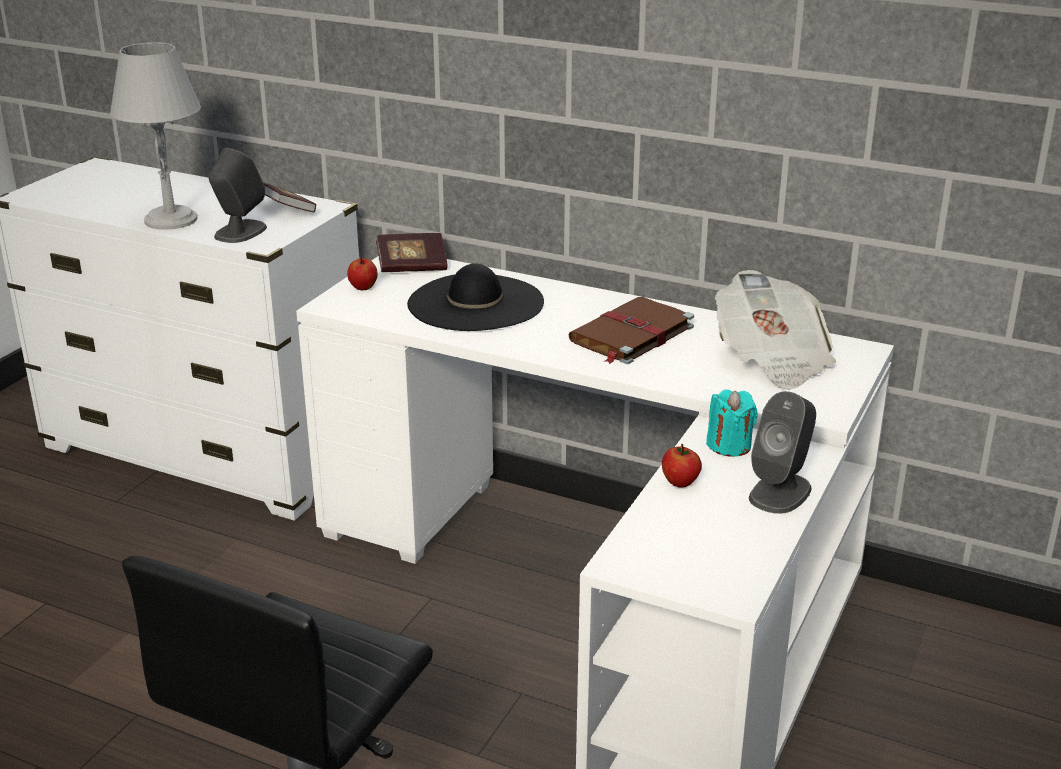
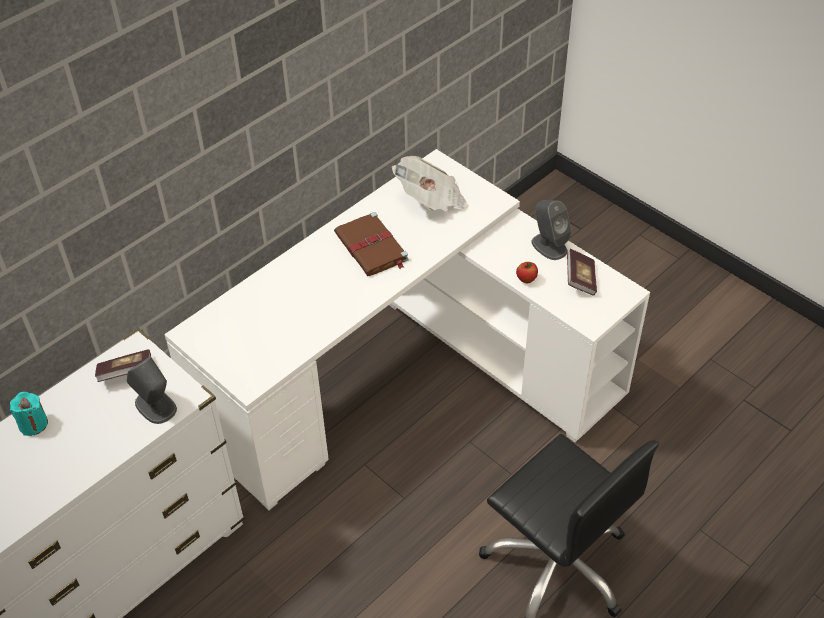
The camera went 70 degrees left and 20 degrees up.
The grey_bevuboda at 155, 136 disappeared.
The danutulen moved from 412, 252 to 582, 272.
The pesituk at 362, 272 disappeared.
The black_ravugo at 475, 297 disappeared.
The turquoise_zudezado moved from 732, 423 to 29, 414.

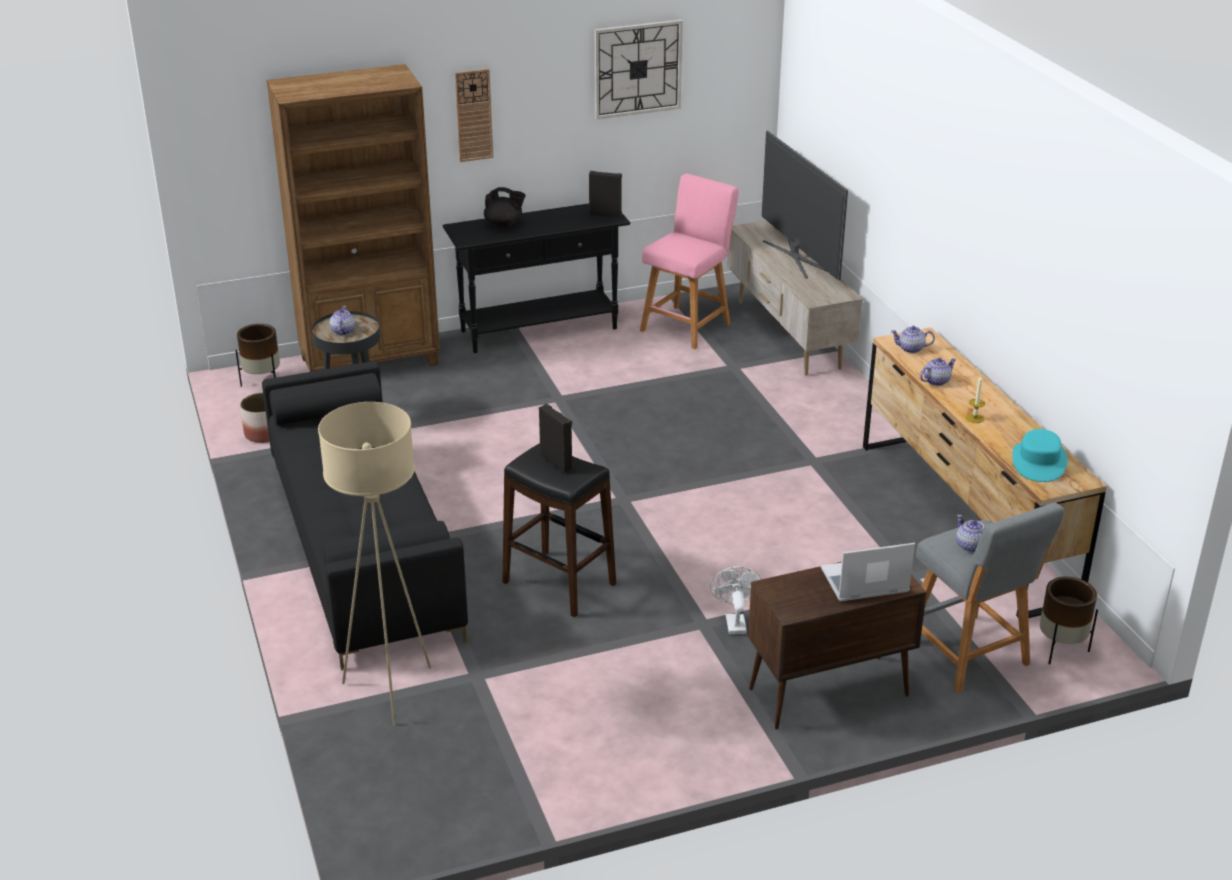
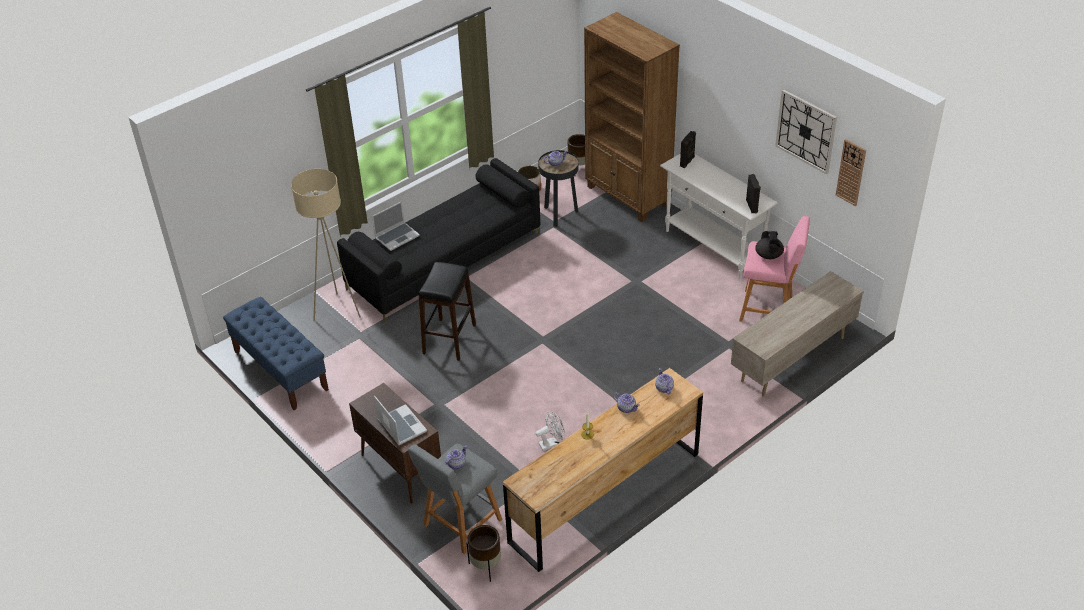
The camera went 70 degrees right and 10 degrees up.
The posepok moved from 474, 115 to 851, 172.
The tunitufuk at 805, 205 disappeared.
The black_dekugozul moved from 504, 207 to 769, 245.
The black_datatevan at 537, 278 became the white_datatevan at 719, 216.
The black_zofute moved from 556, 438 to 688, 149.
The turquoise_ravugo at 1039, 455 disappeared.
The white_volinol moved from 736, 600 to 550, 431.
The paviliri at 396, 226 appeared.
The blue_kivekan at 276, 353 appeared.

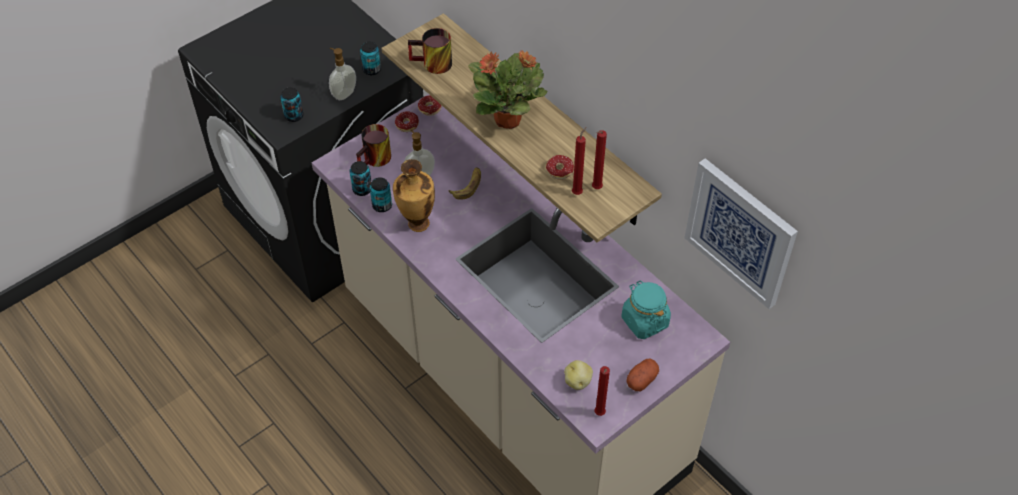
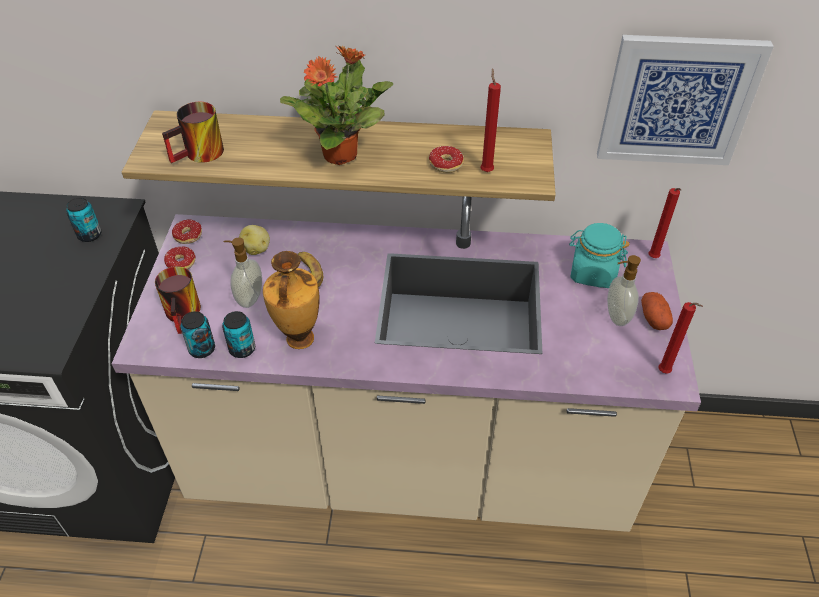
The camera went 45 degrees left and 5 degrees down.
The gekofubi moved from 342, 74 to 624, 290.
The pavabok at 291, 104 disappeared.
The red_zudezado moved from 599, 159 to 664, 223.
The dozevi moved from 578, 375 to 254, 240.

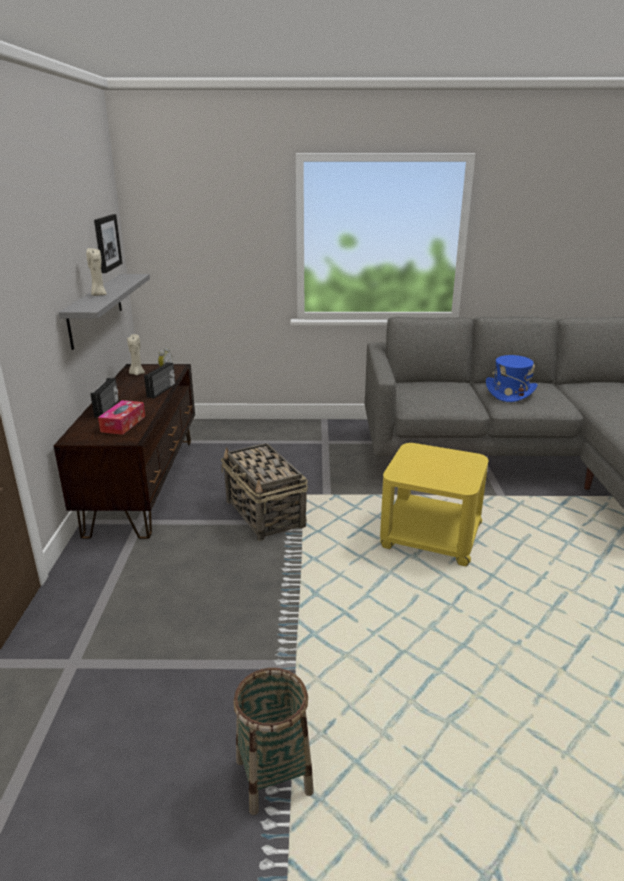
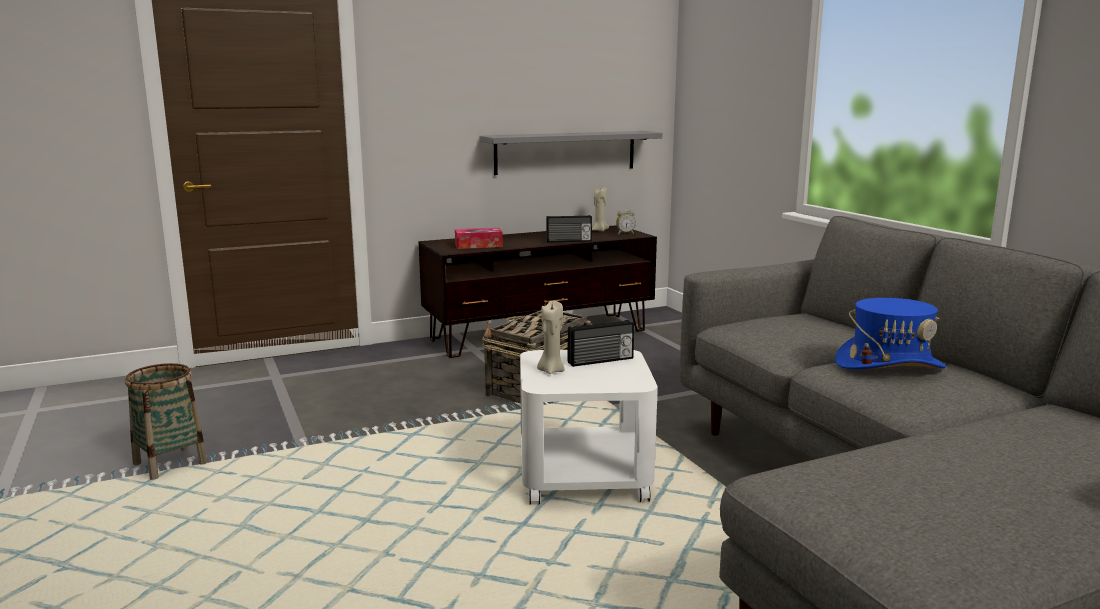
The camera went 65 degrees right and 10 degrees down.
The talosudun at 108, 243 disappeared.
The beige_zudezado moved from 96, 272 to 551, 337.
The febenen moved from 105, 398 to 601, 343.
The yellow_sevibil at 434, 504 became the white_sevibil at 589, 427.

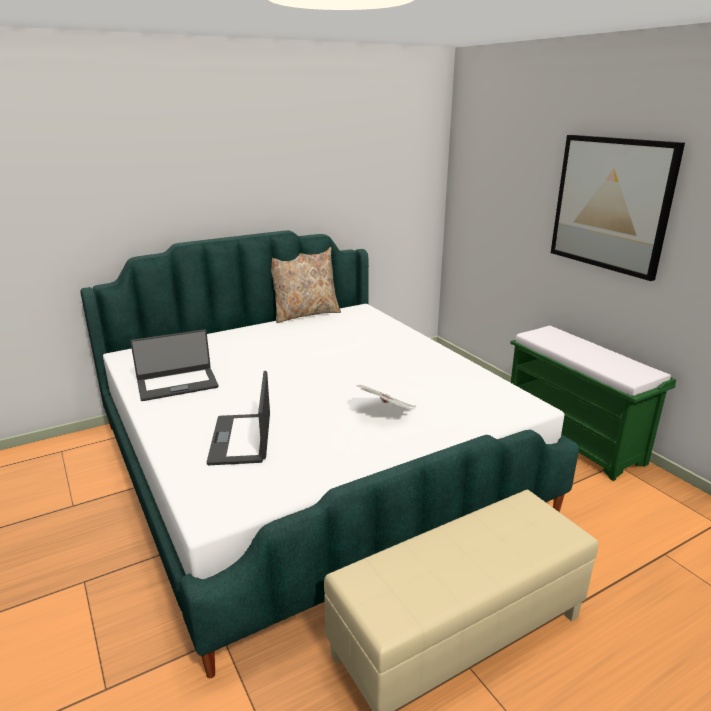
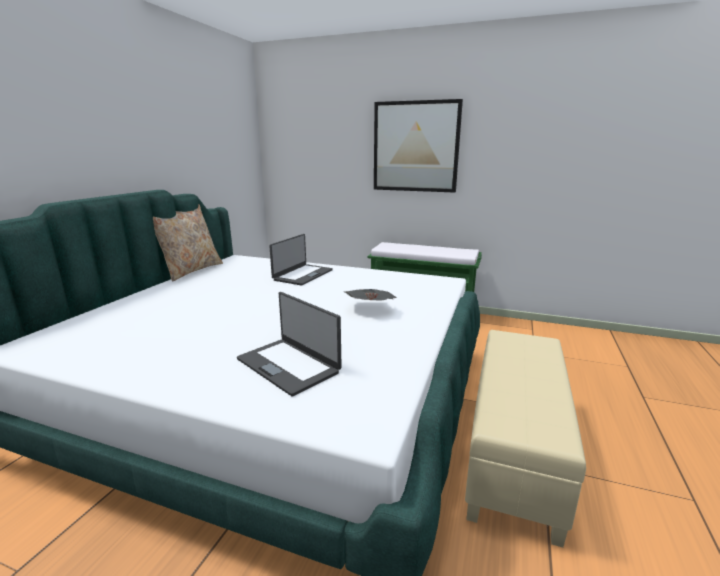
The camera went 40 degrees left and 5 degrees down.
The paviliri moved from 174, 365 to 301, 260.

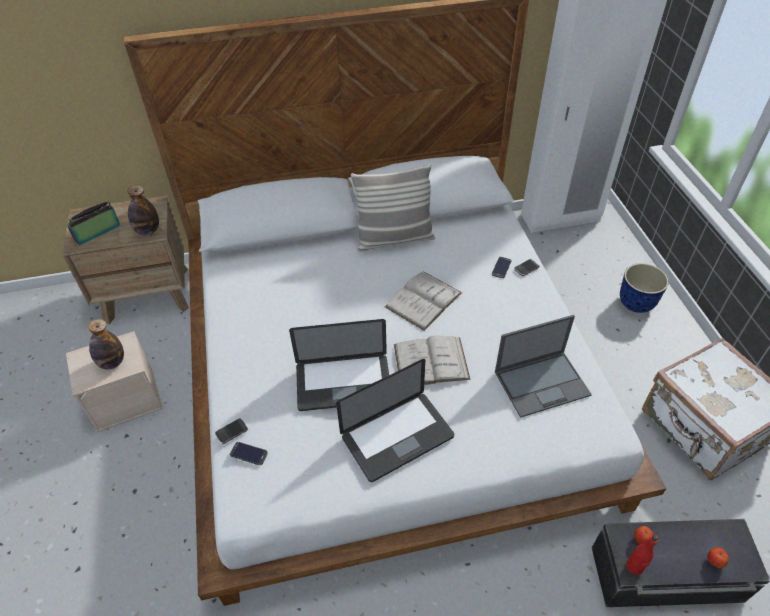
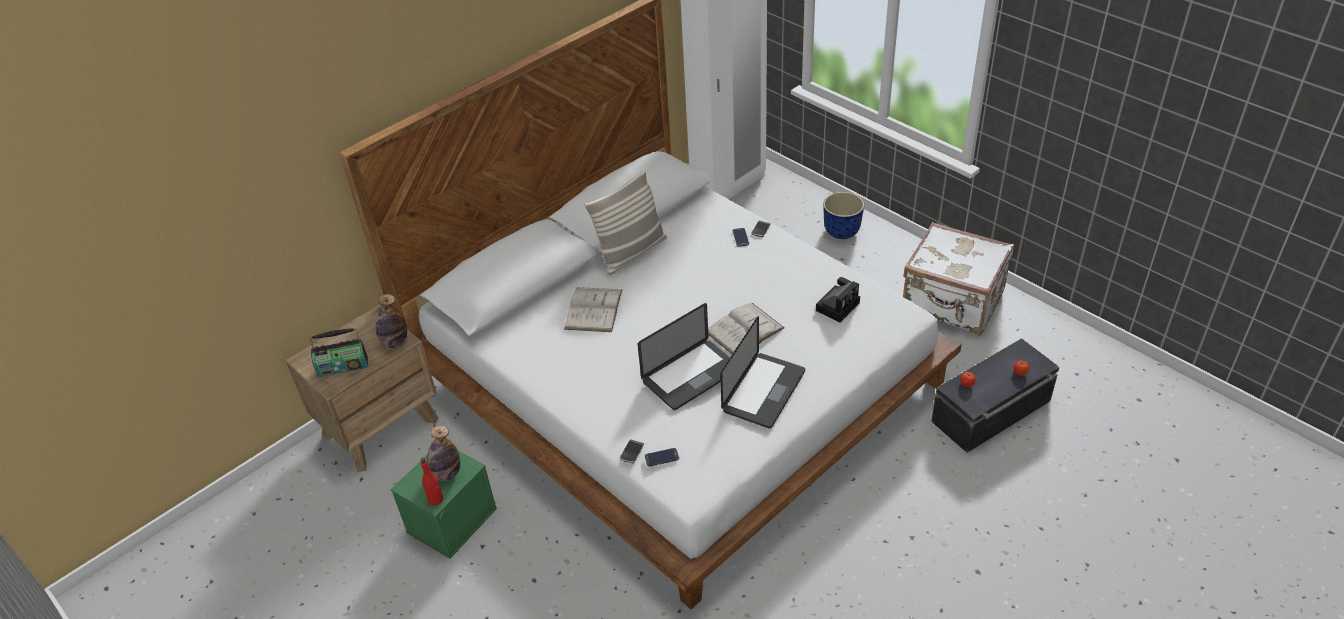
The camera went 30 degrees left and 5 degrees down.
The febenen at 94, 223 turned 120 degrees counterclockwise.
The white_danutulen moved from 423, 301 to 593, 309.
The paviliri at 543, 366 was replaced by the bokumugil at 838, 300.
The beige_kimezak at 114, 381 became the green_kimezak at 444, 505.
The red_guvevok moved from 642, 554 to 432, 482.

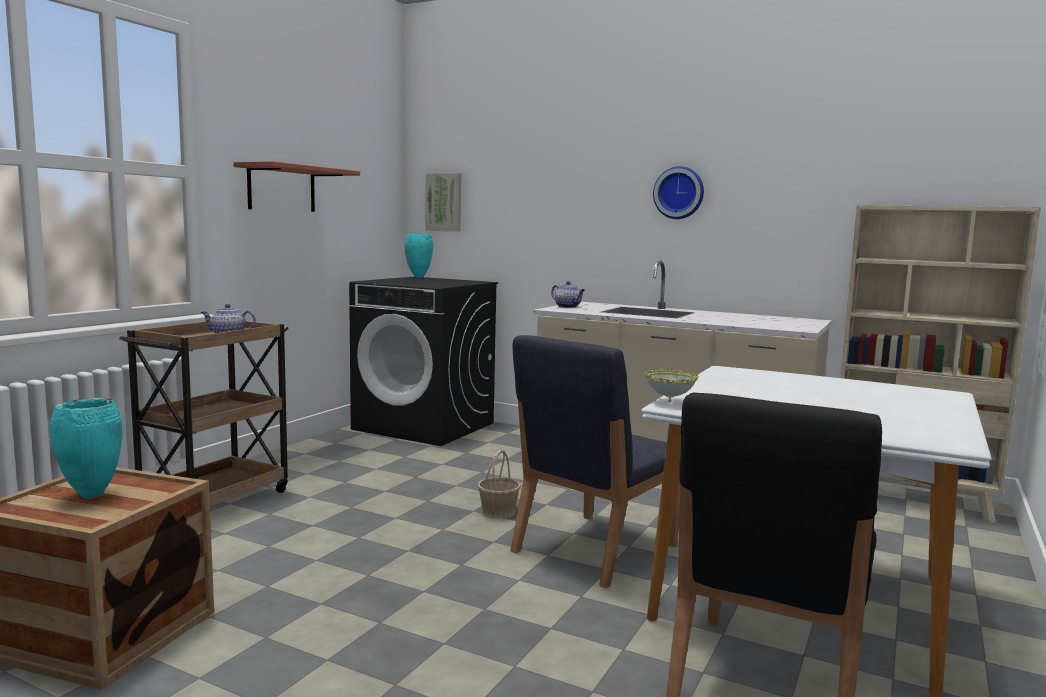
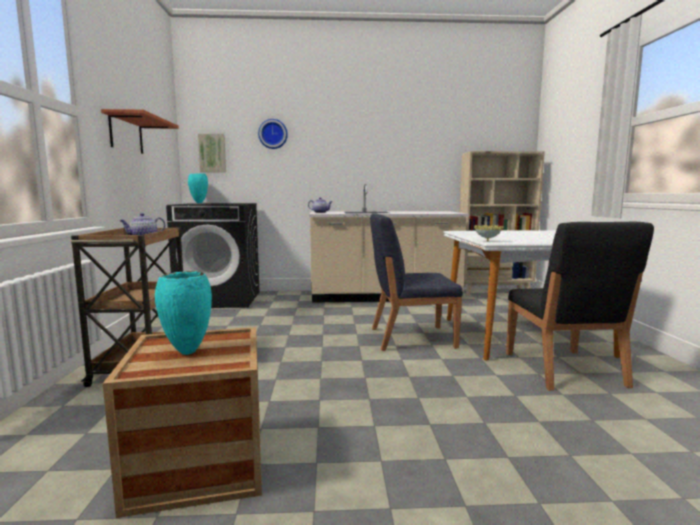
The camera went 30 degrees left and 0 degrees up.
The posepok moved from 678, 192 to 273, 134.
The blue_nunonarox at 595, 462 turned 75 degrees clockwise.
The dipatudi at 499, 484 disappeared.

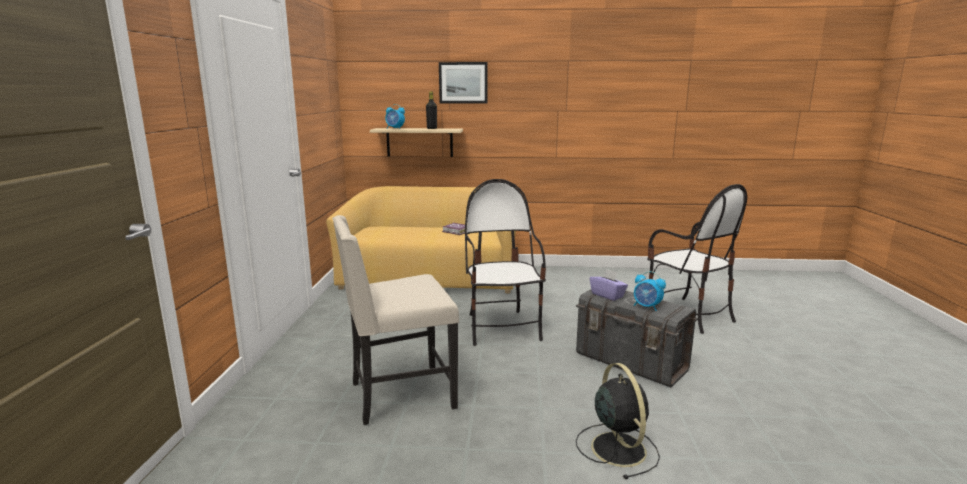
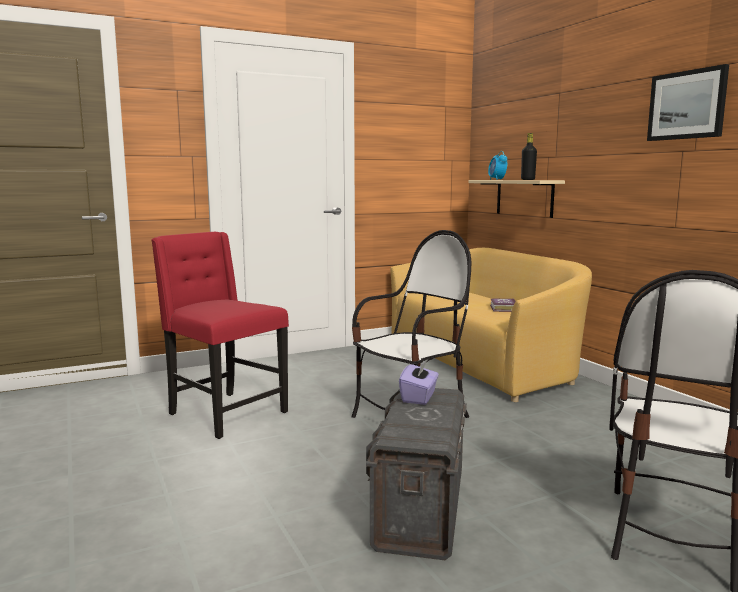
The camera went 60 degrees right and 5 degrees down.
The talosudun moved from 463, 82 to 688, 102.
The beige_nunonarox at 395, 320 became the red_nunonarox at 220, 335.
The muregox at 650, 291 disappeared.
The black_volinol at 618, 421 disappeared.

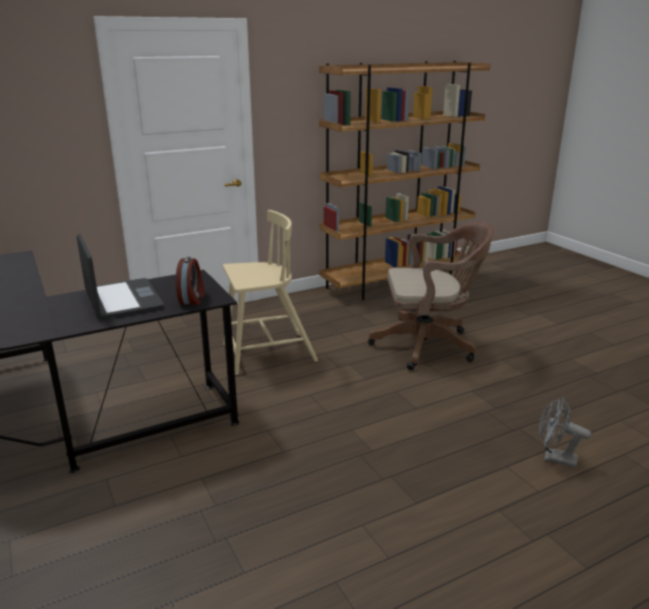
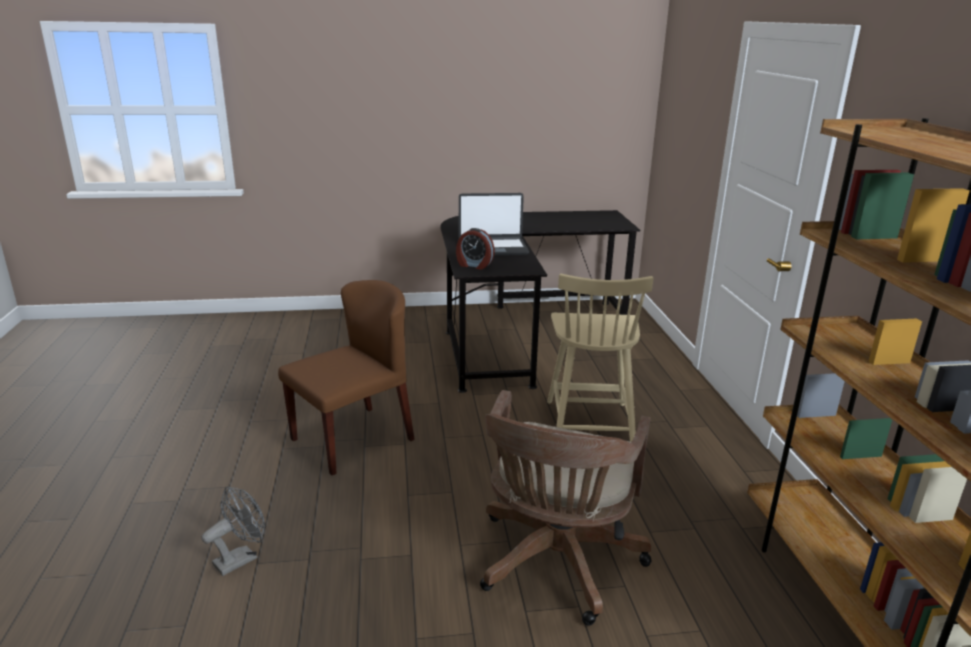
The camera went 110 degrees right and 0 degrees up.
The brown_nunonarox at 346, 377 appeared.

